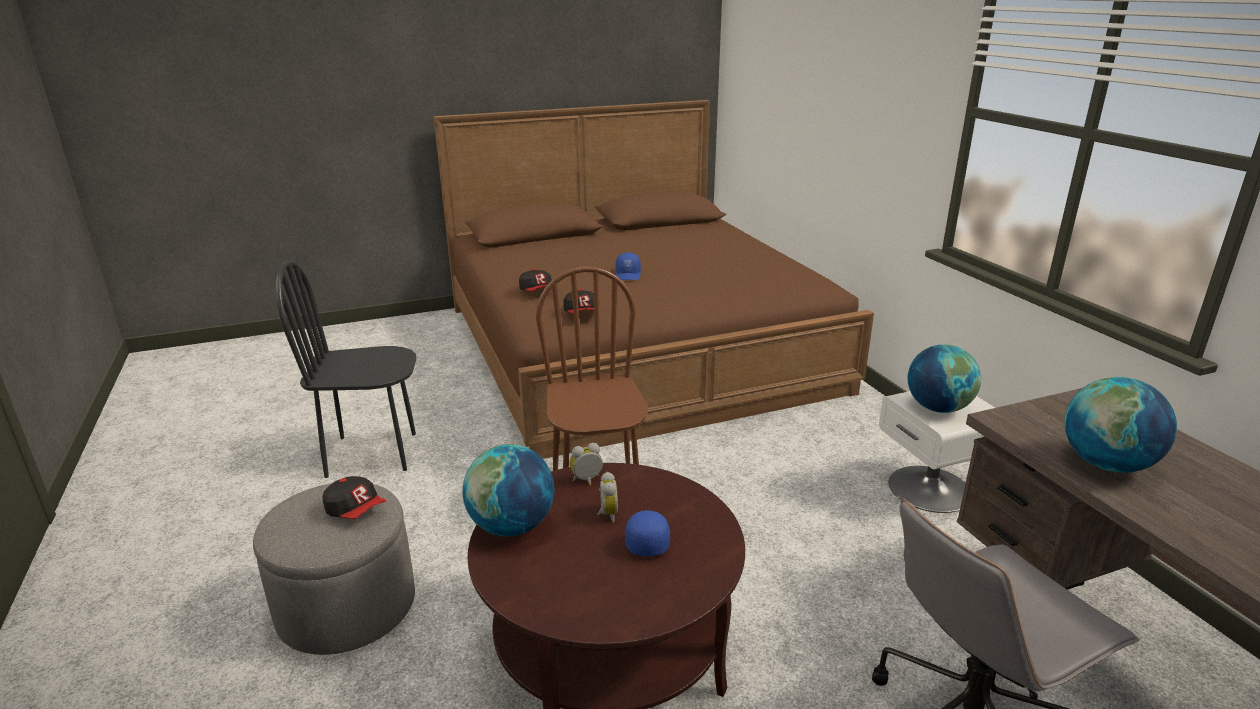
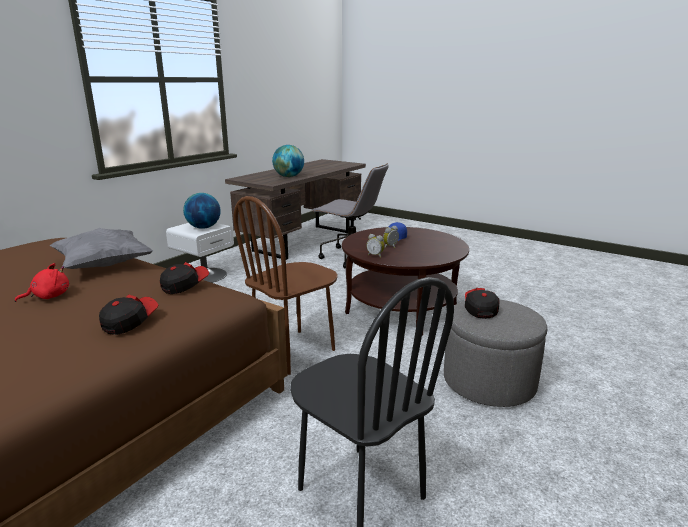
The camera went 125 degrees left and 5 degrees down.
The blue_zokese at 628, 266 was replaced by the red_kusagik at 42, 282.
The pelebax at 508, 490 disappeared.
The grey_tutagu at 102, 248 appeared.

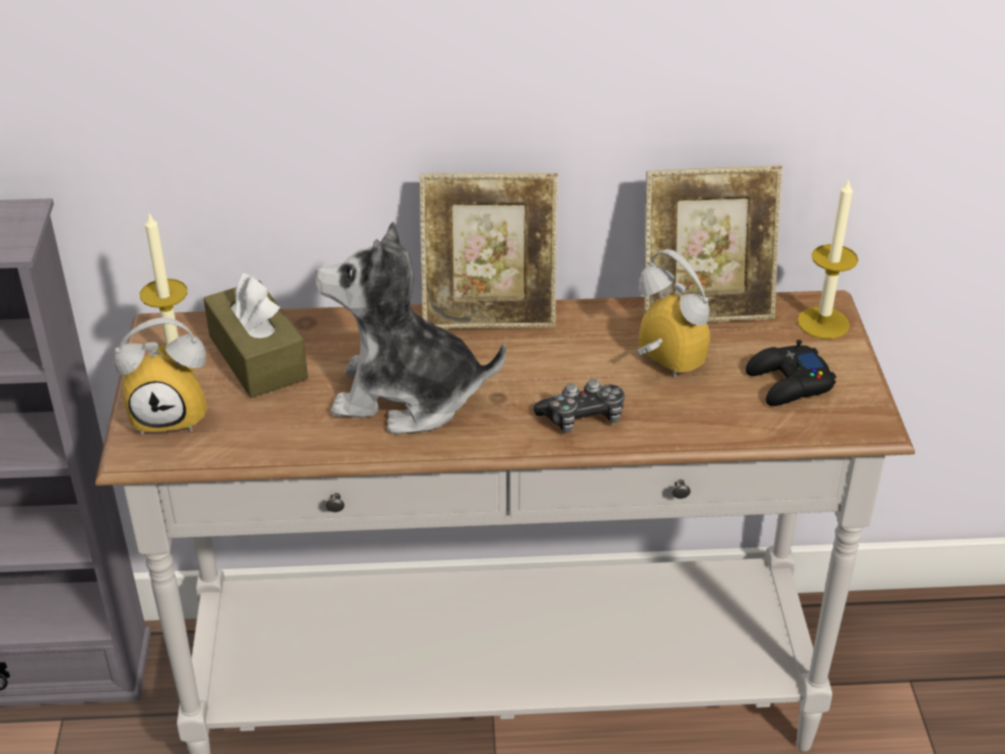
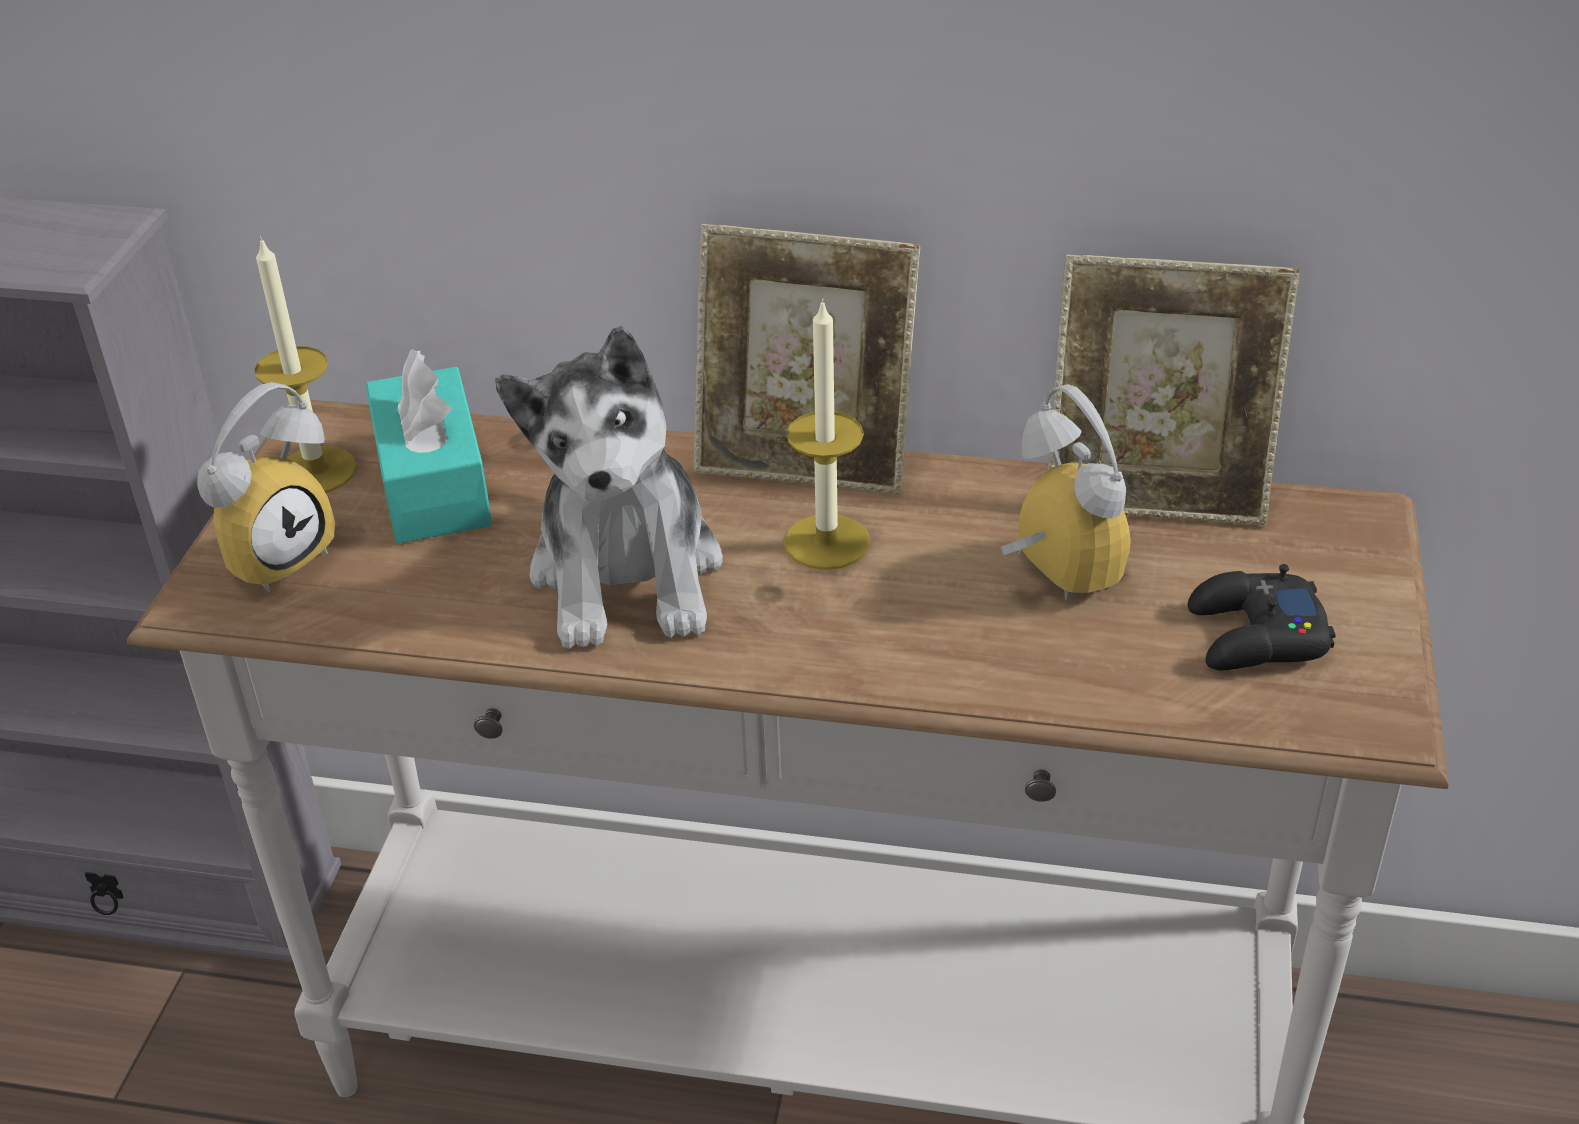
The camera went 15 degrees right and 0 degrees up.
The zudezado moved from 827, 258 to 827, 434.
The kusagik at 411, 328 turned 120 degrees counterclockwise.
The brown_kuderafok at 255, 335 became the turquoise_kuderafok at 429, 446.
The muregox at 160, 376 turned 60 degrees counterclockwise.
The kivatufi at 579, 406 disappeared.

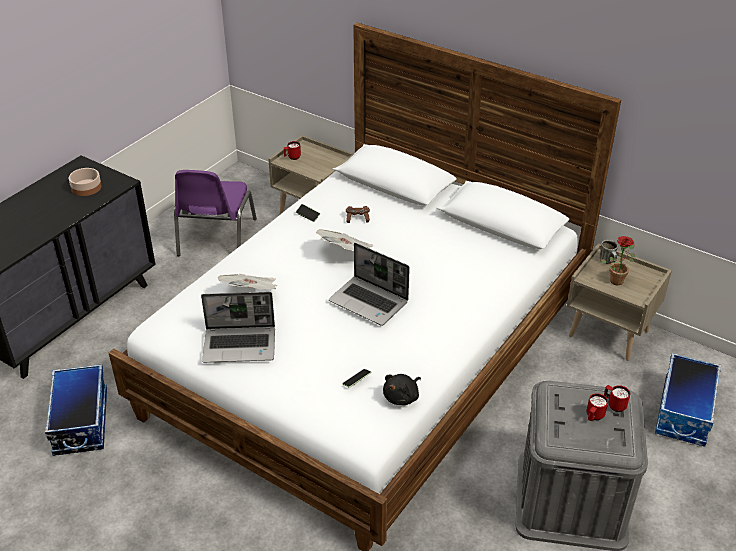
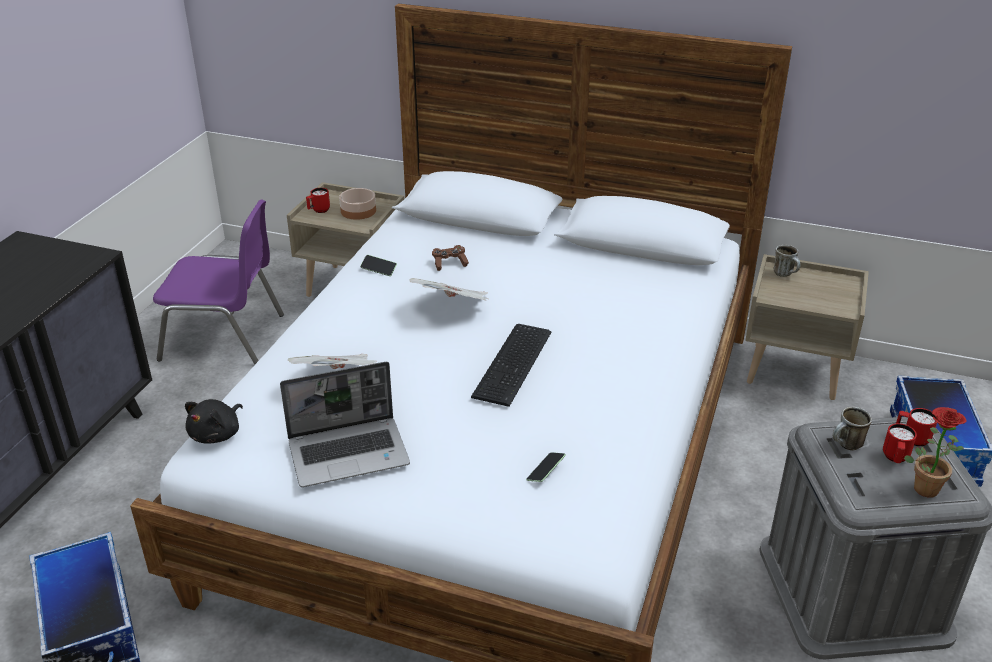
The camera went 15 degrees left and 5 degrees down.
The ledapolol moved from 85, 182 to 357, 204.
The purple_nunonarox at 215, 213 turned 75 degrees counterclockwise.
The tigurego moved from 618, 260 to 935, 452.
The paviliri at 369, 284 was replaced by the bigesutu at 511, 365.
The black_kusagik moved from 402, 389 to 214, 421.
The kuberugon at 852, 428 appeared.

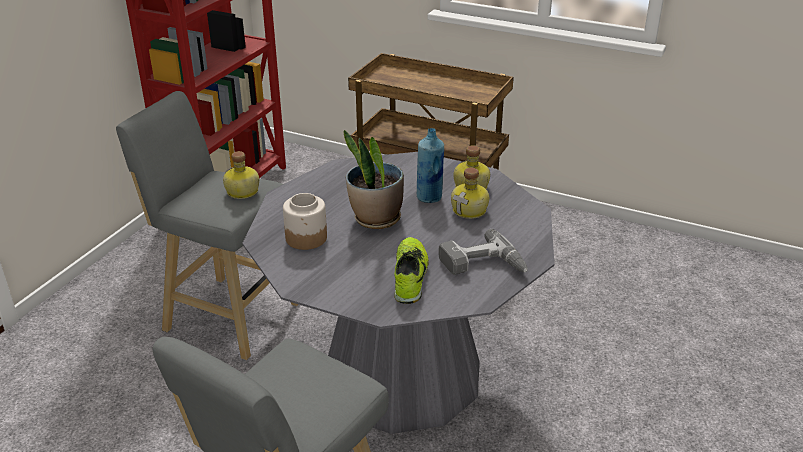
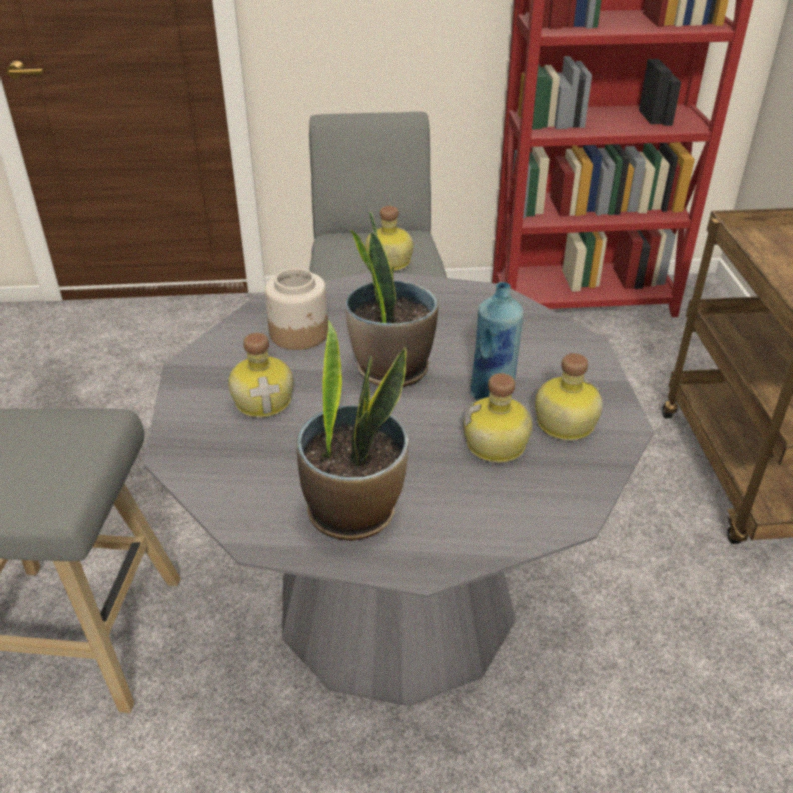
The camera went 60 degrees right and 5 degrees up.
The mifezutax at 483, 252 was replaced by the tigurego at 352, 430.
The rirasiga at 411, 270 disappeared.
The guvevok at 260, 375 appeared.

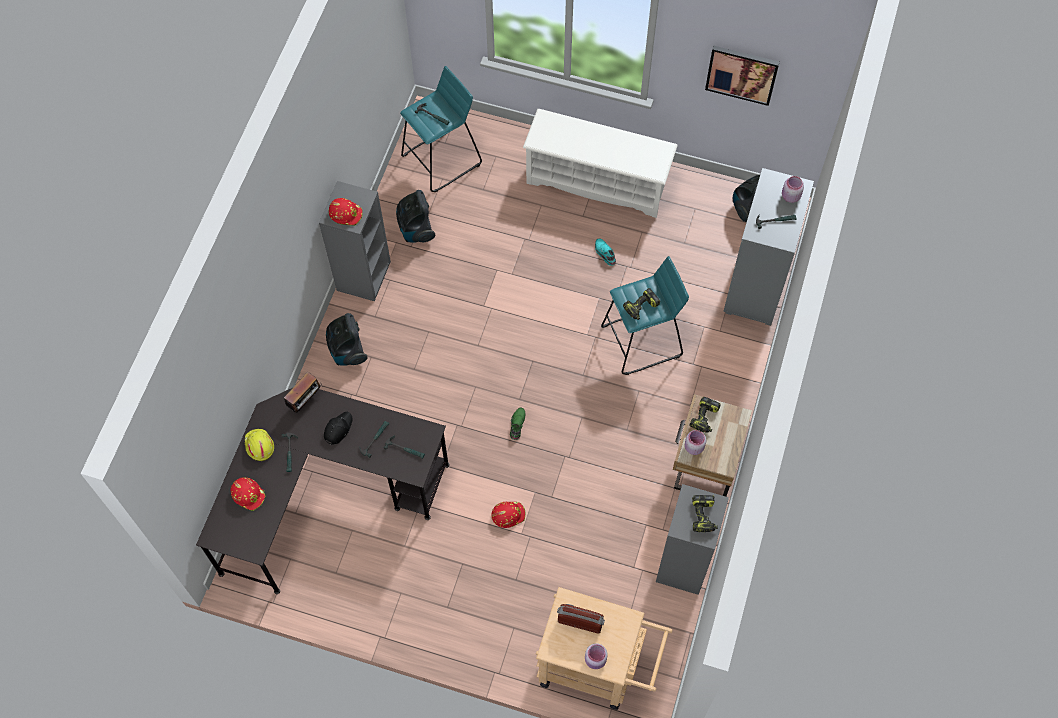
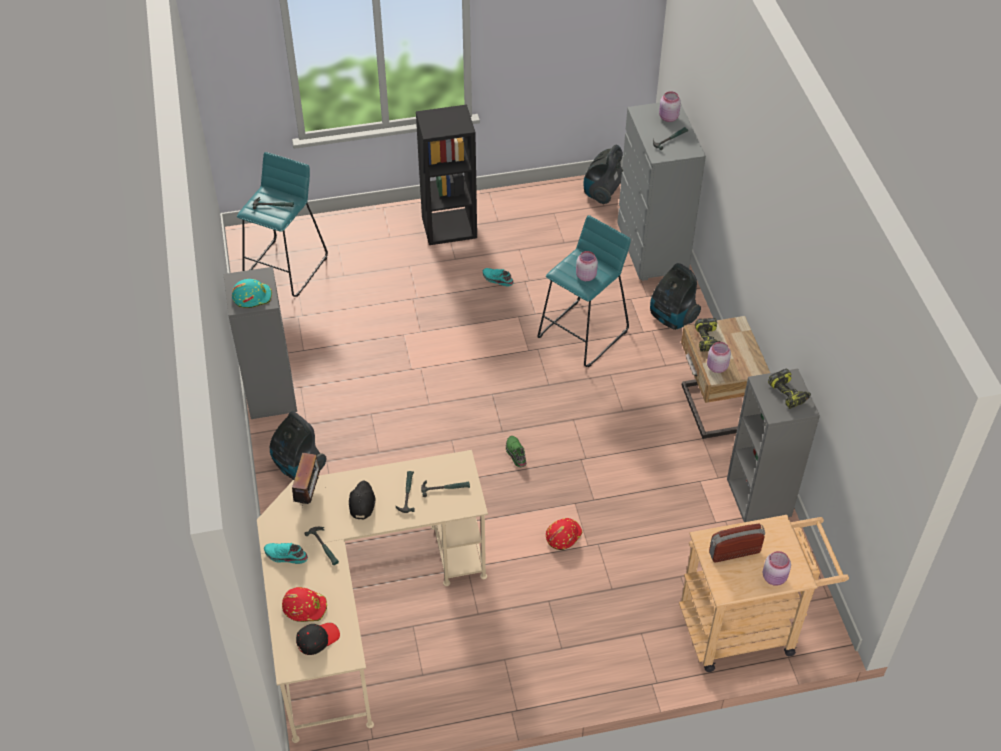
The camera went 30 degrees left and 15 degrees down.
The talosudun at 742, 75 disappeared.
The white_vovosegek at 600, 163 was replaced by the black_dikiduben at 446, 175.
The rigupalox moved from 415, 216 to 675, 296.
The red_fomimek at 346, 212 became the turquoise_fomimek at 252, 293.
The mifezutax at 641, 304 was replaced by the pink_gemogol at 587, 266.
The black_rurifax at 323, 491 became the beige_rurifax at 372, 596.
The yellow_fomimek at 259, 445 was replaced by the turquoise_rirasiga at 286, 553.
The black_zokese at 318, 639 appeared.

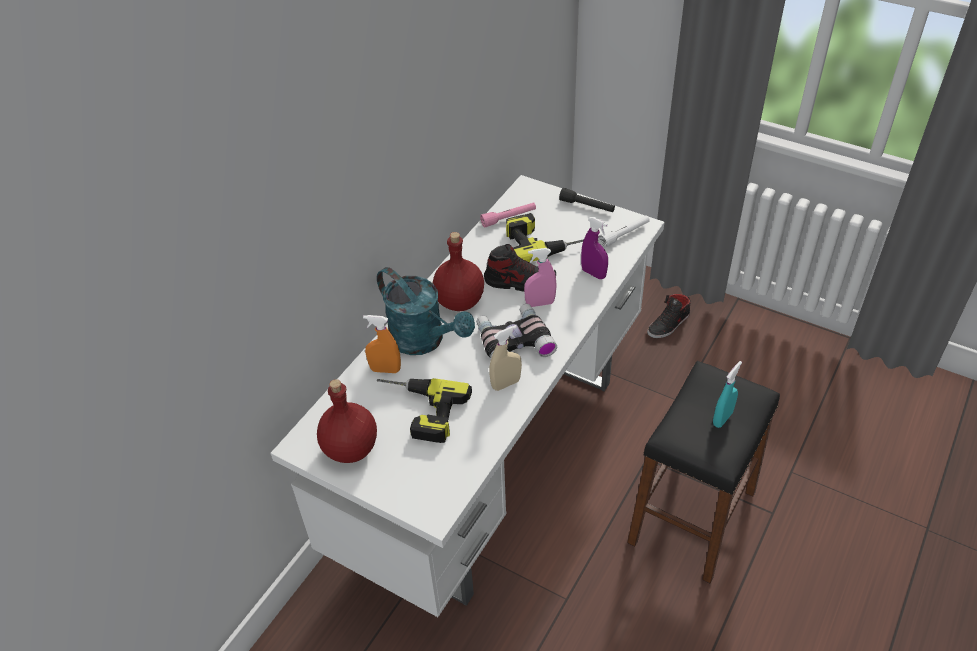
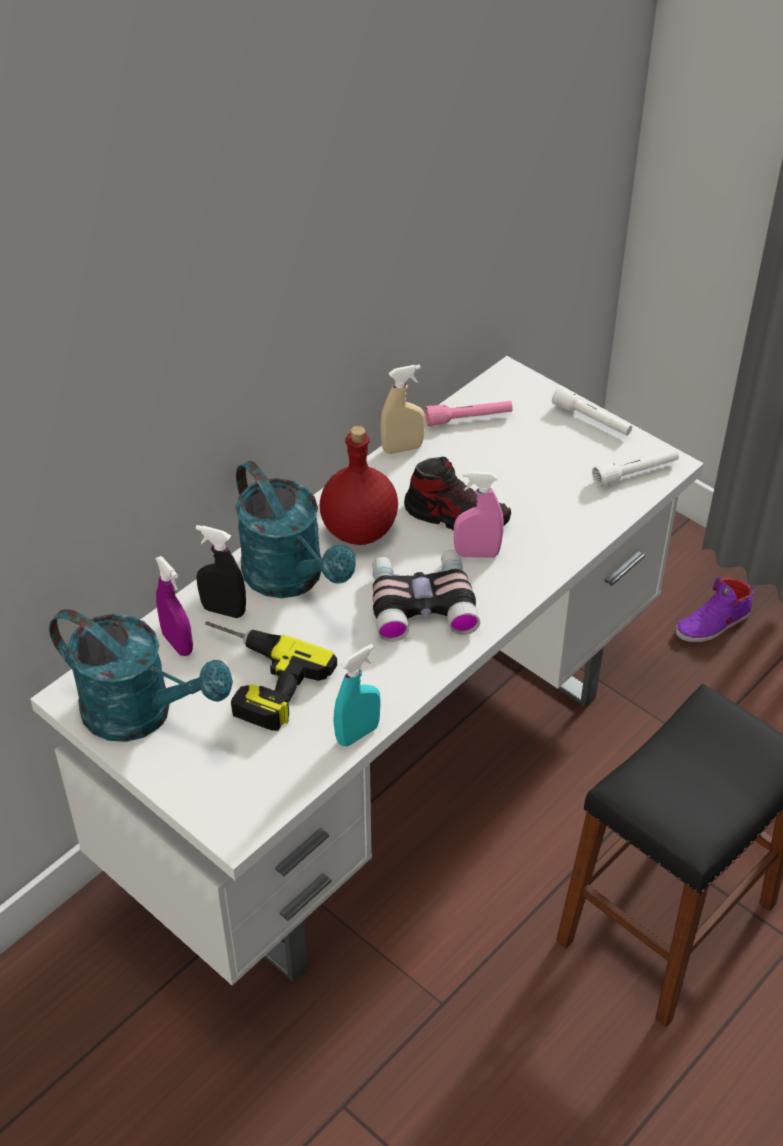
The camera went 10 degrees right and 0 degrees up.
The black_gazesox at 587, 200 became the white_gazesox at 592, 411.
The mifezutax at 545, 237 disappeared.
The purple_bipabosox moved from 594, 248 to 174, 606.
The black_rirasiga at 669, 316 became the purple_rirasiga at 714, 610.
The orange_bipabosox at 382, 344 became the black_bipabosox at 221, 571.
The beige_bipabosox moved from 505, 358 to 402, 409.
The turquoise_bipabosox moved from 727, 394 to 357, 695.
The red_guvevok at 347, 421 was replaced by the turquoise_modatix at 141, 675.

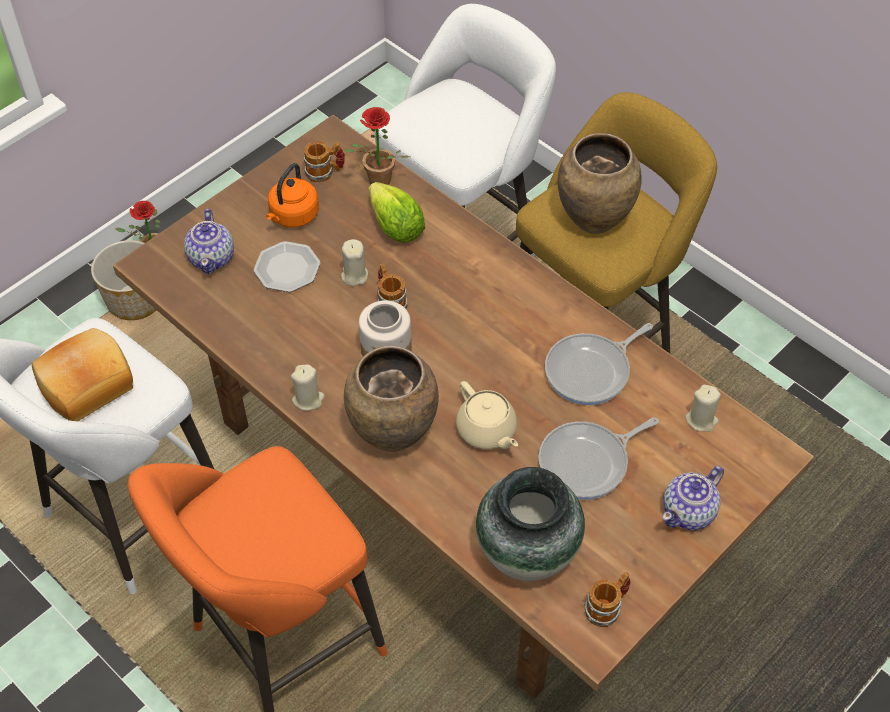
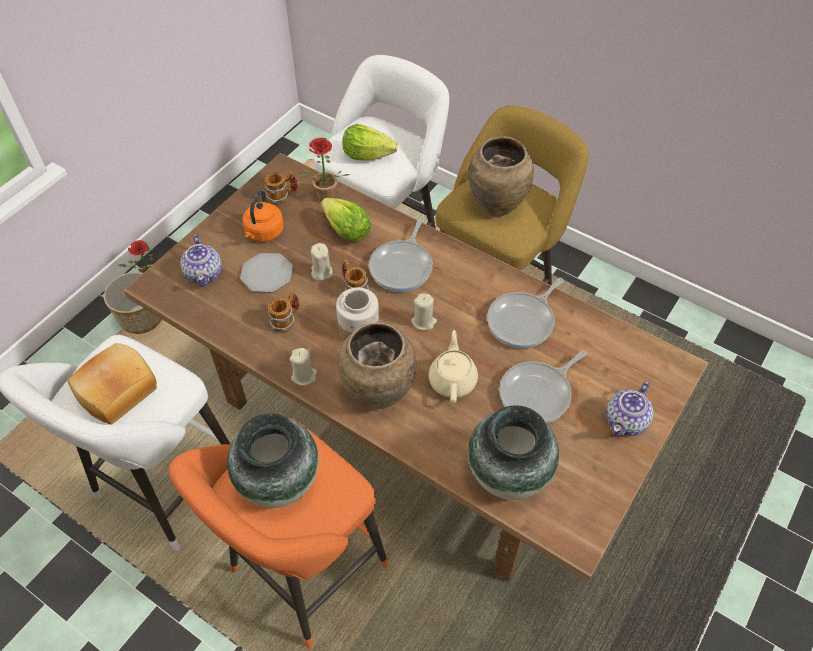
The camera went 10 degrees left and 0 degrees up.
The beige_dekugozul at 487, 415 turned 135 degrees counterclockwise.
The beige_zudezado moved from 703, 408 to 424, 311.
The kuberugon moved from 607, 599 to 283, 311.
The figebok at 370, 142 appeared.
The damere at 401, 255 appeared.
The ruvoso at 273, 460 appeared.

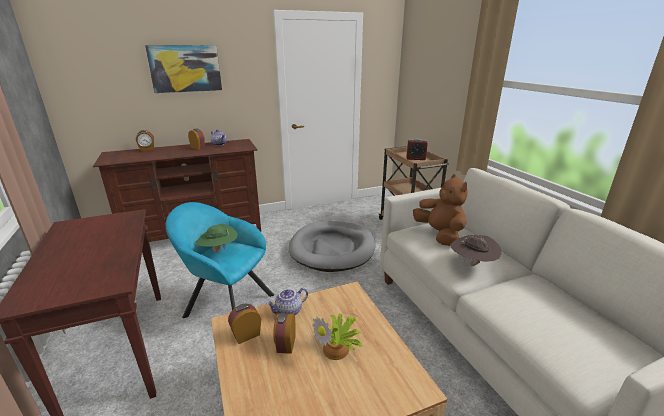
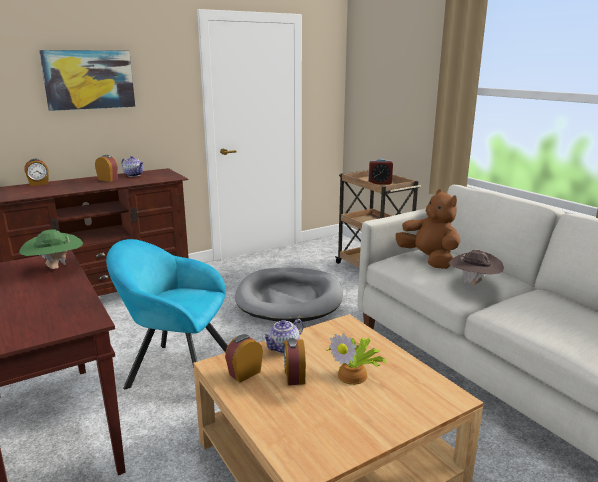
The camera went 10 degrees left and 5 degrees down.
The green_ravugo moved from 217, 238 to 51, 249.

